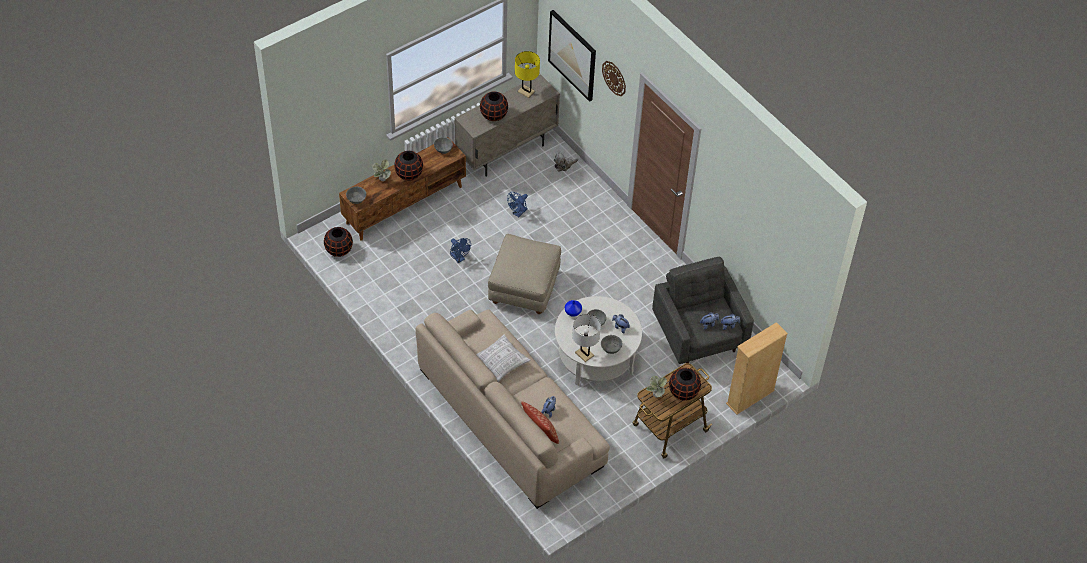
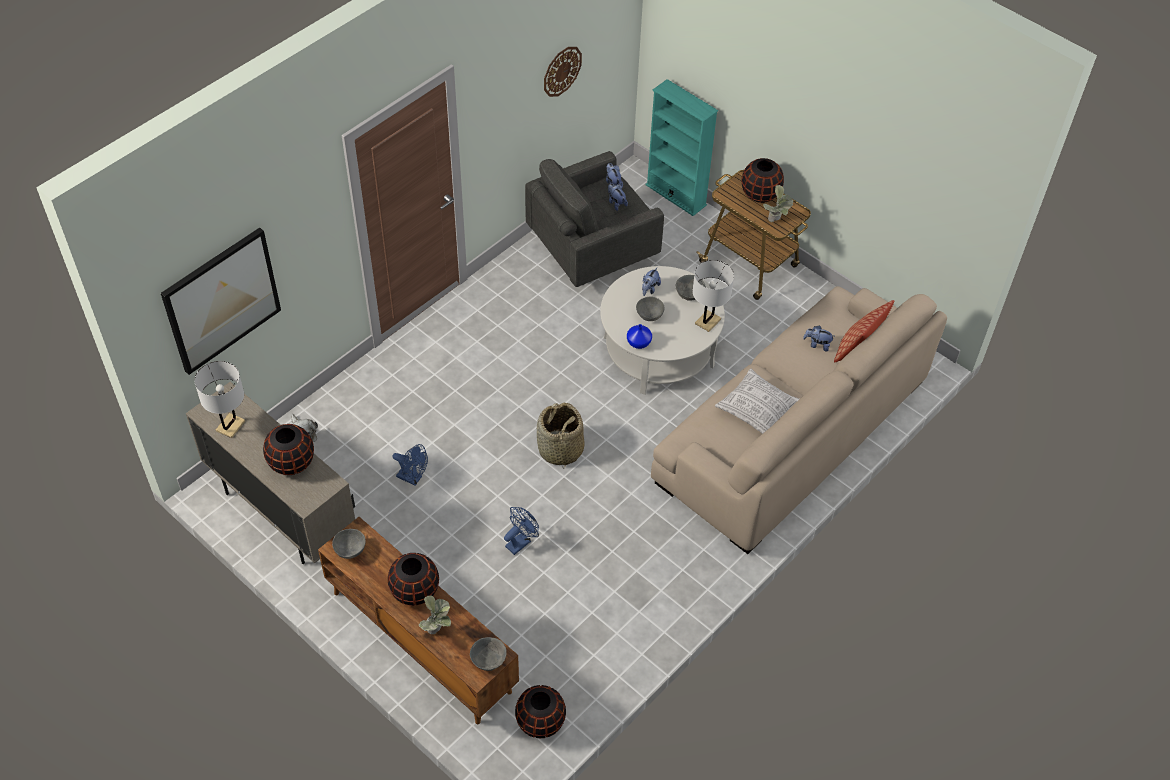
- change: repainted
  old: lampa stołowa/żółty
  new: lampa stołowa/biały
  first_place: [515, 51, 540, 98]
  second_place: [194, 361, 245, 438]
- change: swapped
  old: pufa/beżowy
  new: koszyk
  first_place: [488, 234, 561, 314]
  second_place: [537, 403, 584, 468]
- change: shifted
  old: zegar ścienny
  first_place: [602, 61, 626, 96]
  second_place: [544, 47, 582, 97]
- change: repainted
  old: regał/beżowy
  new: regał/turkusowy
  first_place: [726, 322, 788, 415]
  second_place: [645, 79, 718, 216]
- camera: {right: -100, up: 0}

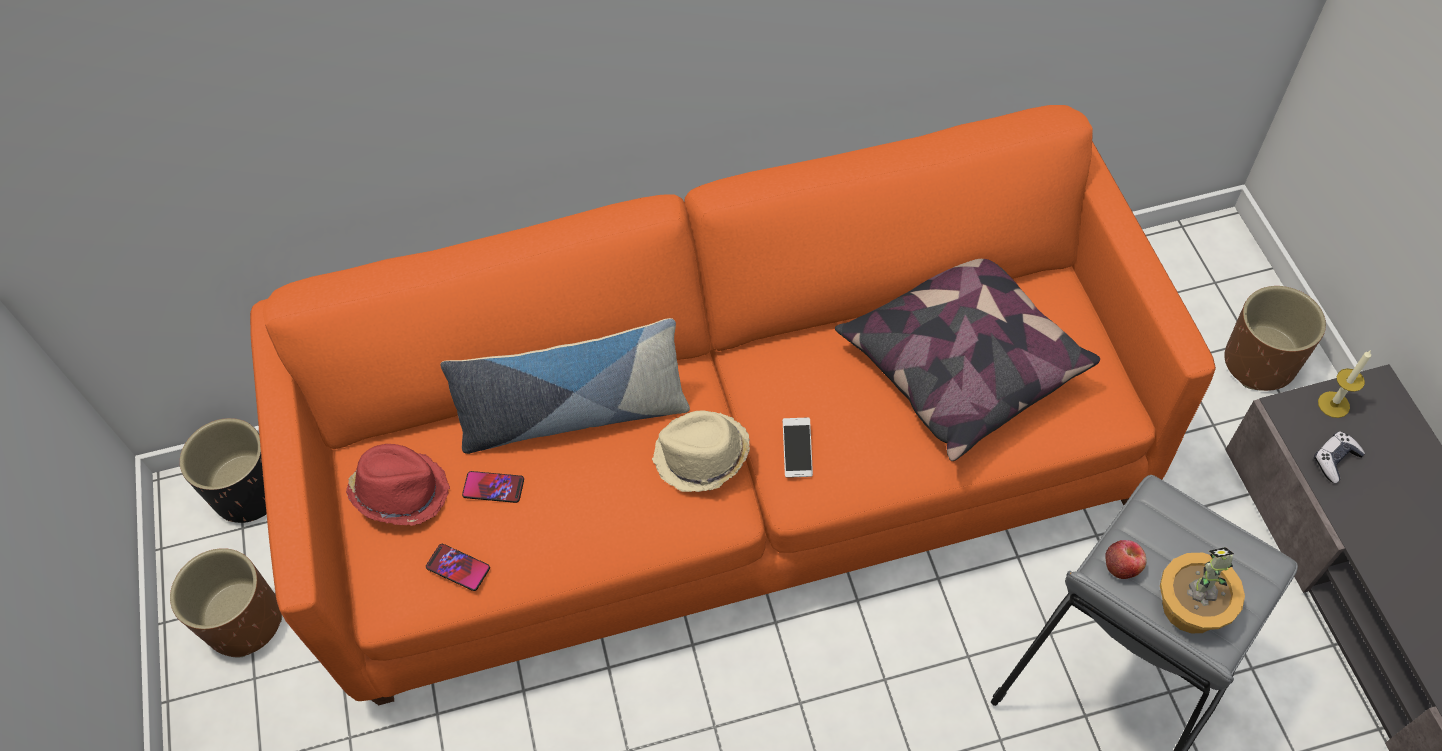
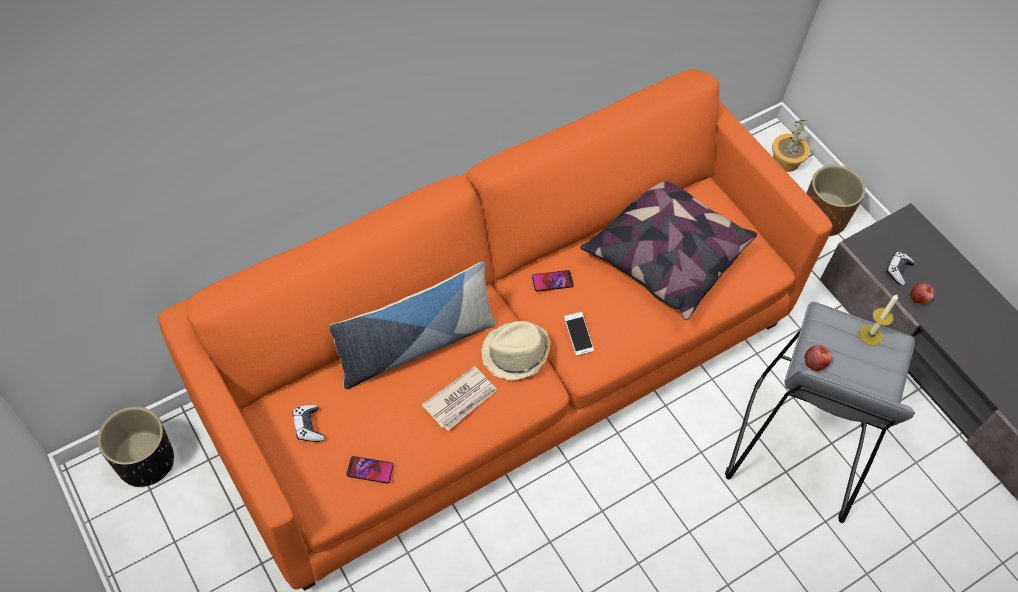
- change: swapped
  old: kapelusz/czerwony
  new: pad do gier
  first_place: [346, 444, 450, 526]
  second_place: [292, 405, 324, 442]
- change: new
  new: gazeta
  second_place: [422, 366, 497, 431]
- change: shifted
  old: telefon
  first_place: [462, 471, 524, 503]
  second_place: [532, 270, 574, 292]
- change: shifted
  old: roślina doniczkowa
  first_place: [1160, 547, 1245, 633]
  second_place: [772, 120, 810, 172]
- change: shifted
  old: świeca
  first_place: [1318, 350, 1371, 418]
  second_place: [859, 294, 898, 346]
- change: new
  new: jabłko
  second_place: [910, 283, 934, 304]
- change: gone
  old: donica/brązowy
  first_place: [170, 548, 282, 657]
- camera: {right: -25, up: 0}

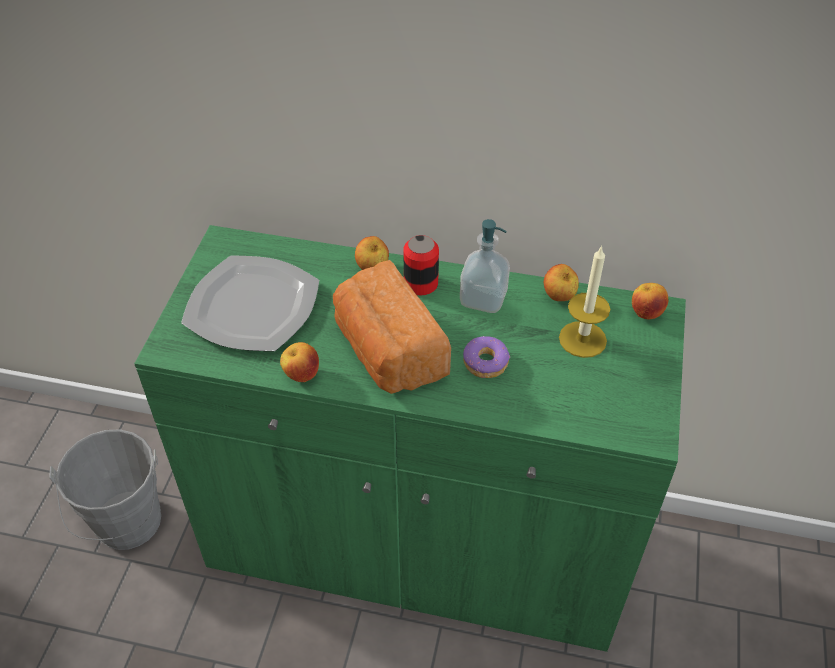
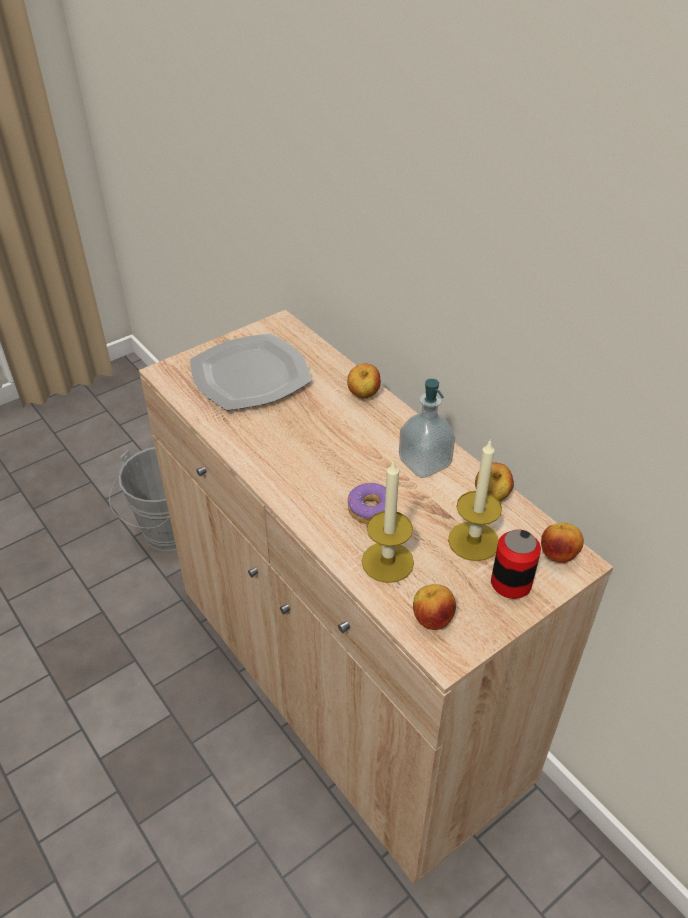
- change: repainted
  old: szafka/zielony
  new: szafka/beżowy
  first_place: [134, 225, 686, 652]
  second_place: [139, 310, 613, 885]
- change: new
  new: świeca
  second_place: [362, 460, 414, 583]
- change: shifted
  old: jabłko
  first_place: [280, 342, 319, 382]
  second_place: [413, 584, 456, 630]
- change: shifted
  old: puszka
  first_place: [403, 235, 439, 295]
  second_place: [491, 529, 541, 599]
- change: gone
  old: chleb
  first_place: [333, 260, 451, 394]
- camera: {right: 40, up: -5}

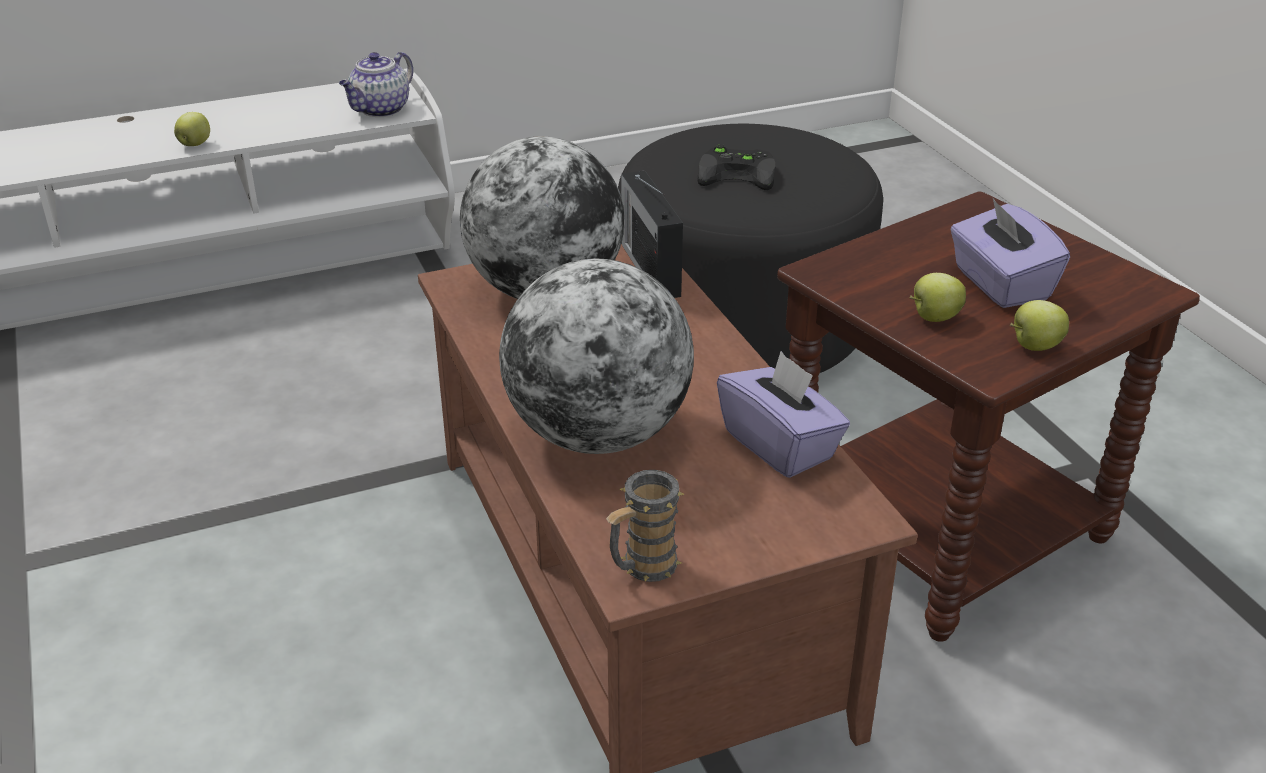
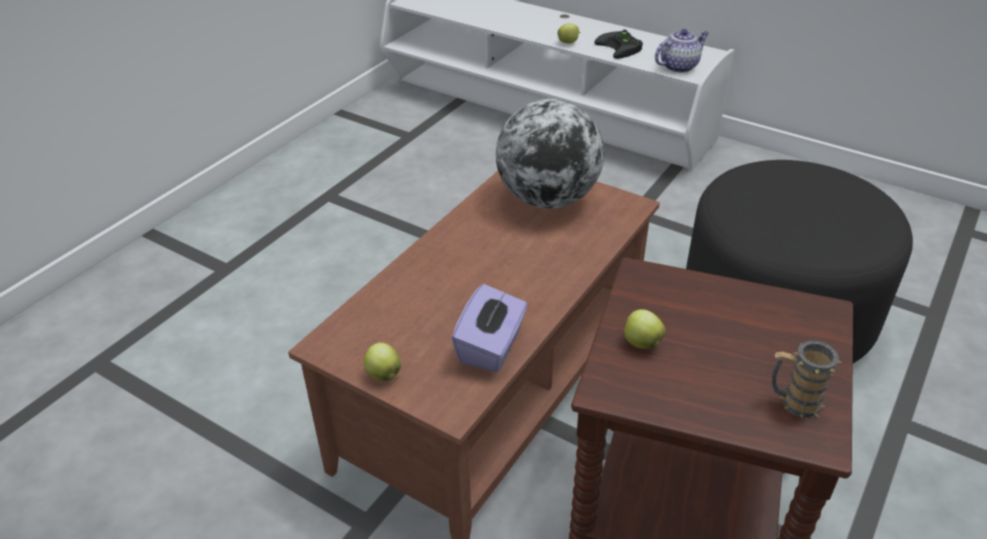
- change: shifted
  old: jabłko
  first_place: [1010, 300, 1069, 351]
  second_place: [363, 343, 401, 381]
- change: shifted
  old: pad do gier/czarny
  first_place: [698, 144, 775, 190]
  second_place: [595, 29, 643, 59]
- change: rotated
  old: imbryk
  first_place: [339, 52, 413, 117]
  second_place: [655, 29, 709, 73]
  degrees: 150
- change: shifted
  old: kubek
  first_place: [606, 470, 684, 582]
  second_place: [772, 340, 841, 418]
- change: gone
  old: globus
  first_place: [499, 259, 694, 454]
- change: gone
  old: radio
  first_place: [621, 171, 683, 298]
- change: gone
  old: pudełko chusteczek/fioletowy
  first_place: [950, 197, 1070, 308]
- camera: {right: 55, up: 5}

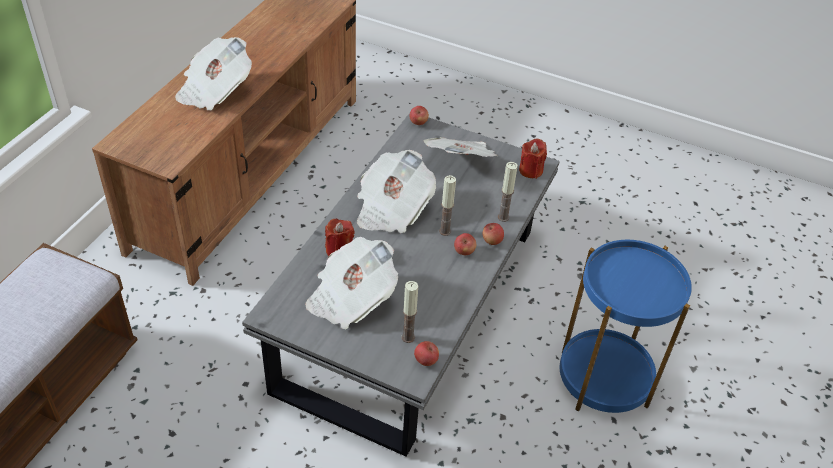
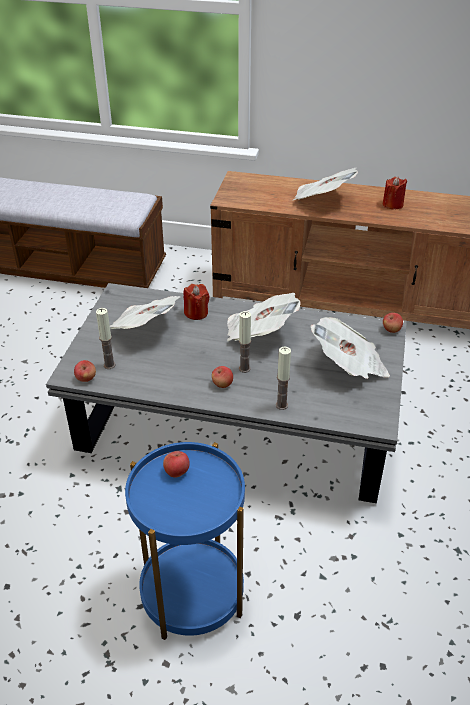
- change: shifted
  old: jabłko
  first_place: [482, 223, 504, 245]
  second_place: [163, 451, 190, 478]
- change: shifted
  old: świeca/czerwony
  first_place: [519, 139, 547, 179]
  second_place: [383, 177, 407, 209]
- camera: {right: 80, up: -5}

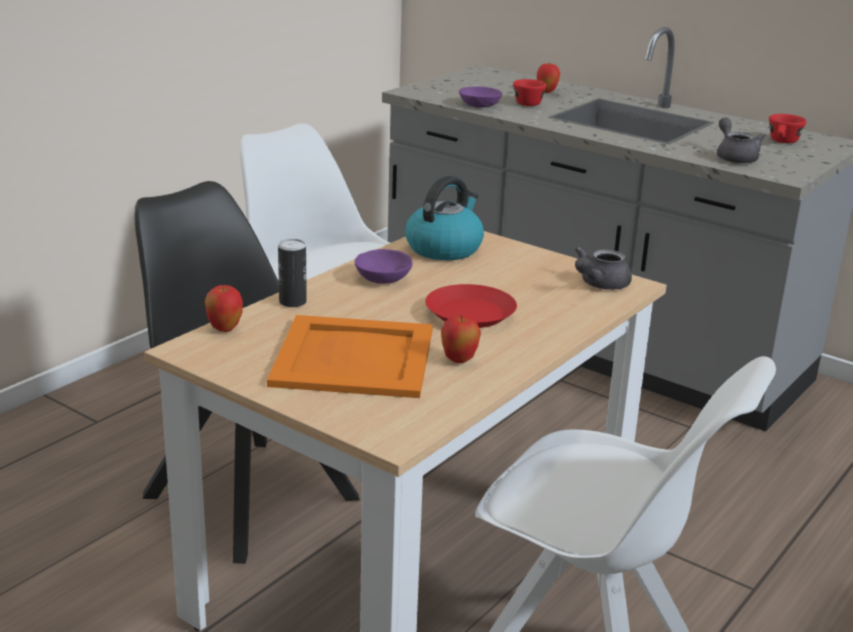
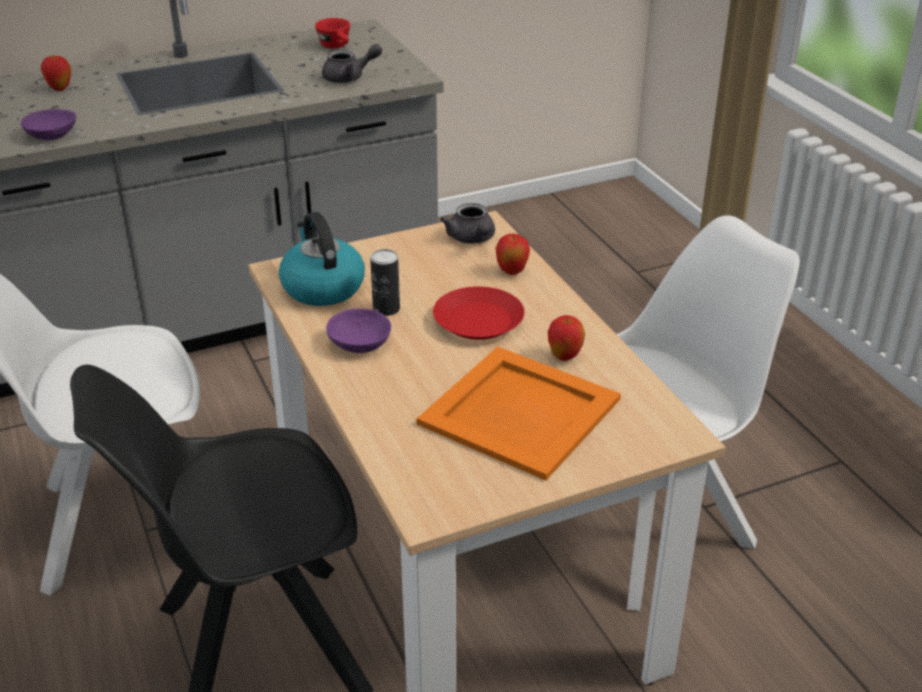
- change: rotated
  old: imbryk/szary
  first_place: [717, 117, 766, 164]
  second_place: [322, 44, 382, 83]
  degrees: 150
- change: shifted
  old: puszka
  first_place: [278, 239, 307, 307]
  second_place: [370, 249, 400, 316]
- change: shifted
  old: jabłko
  first_place: [205, 285, 243, 332]
  second_place: [495, 233, 530, 275]
- change: gone
  old: filiżanka/czerwony
  first_place: [513, 79, 547, 106]
- camera: {right: -60, up: 10}

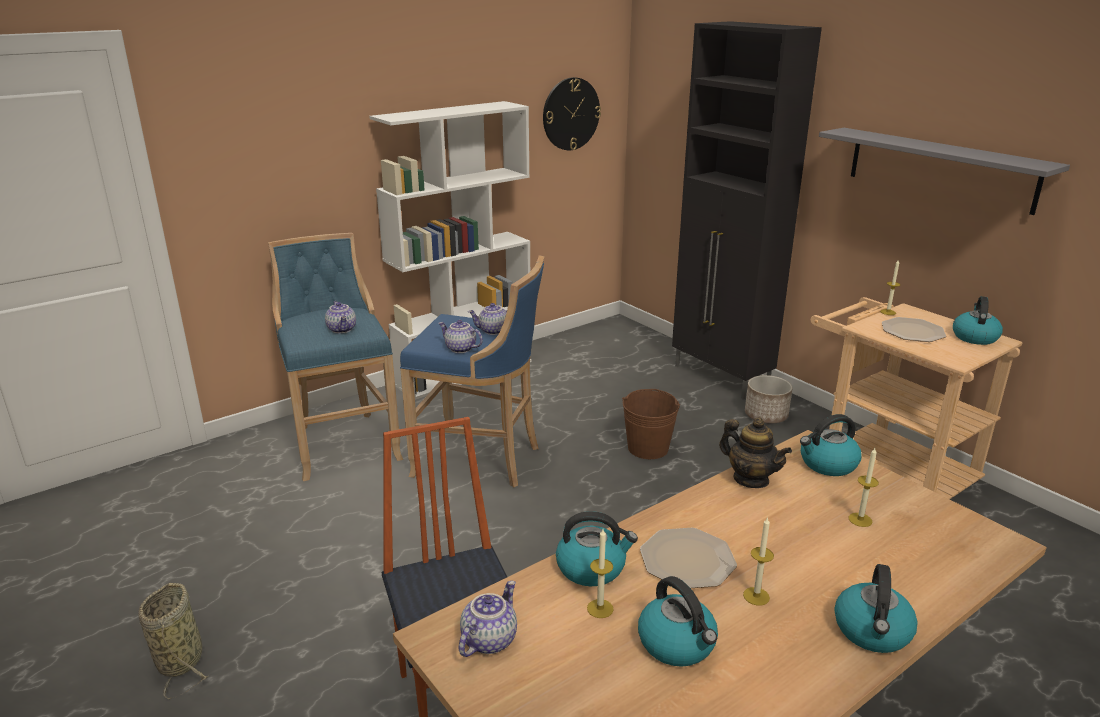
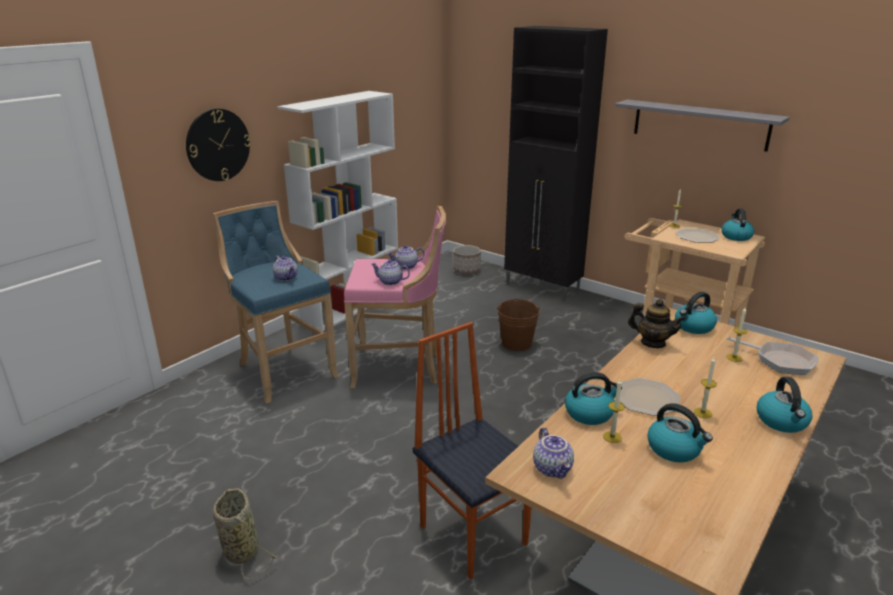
- change: shifted
  old: zegar ścienny
  first_place: [543, 77, 601, 150]
  second_place: [186, 108, 251, 181]
- change: repainted
  old: stołek/niebieski
  new: stołek/różowy
  first_place: [400, 255, 544, 488]
  second_place: [344, 206, 446, 388]
- change: shifted
  old: donica
  first_place: [745, 375, 793, 423]
  second_place: [453, 245, 481, 274]
- change: rotated
  old: imbryk
  first_place: [459, 581, 517, 657]
  second_place: [533, 427, 574, 479]
  degrees: 150
- change: new
  new: patelnia
  second_place: [727, 337, 819, 375]
- camera: {right: -15, up: 0}

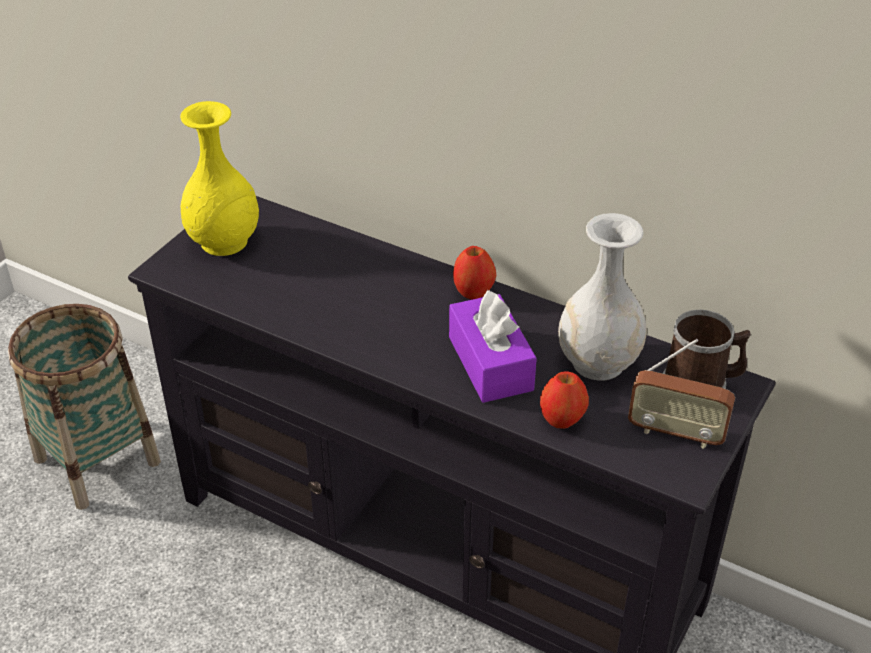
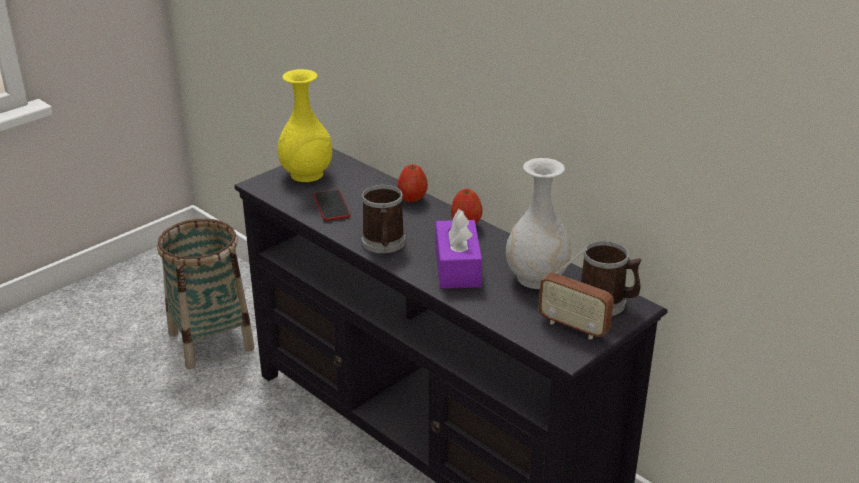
- change: new
  new: telefon
  second_place: [313, 190, 350, 221]
- change: new
  new: kubek
  second_place: [361, 185, 406, 253]
- change: shifted
  old: jabłko
  first_place: [540, 372, 589, 429]
  second_place: [398, 164, 428, 202]
- camera: {right: 15, up: -10}

